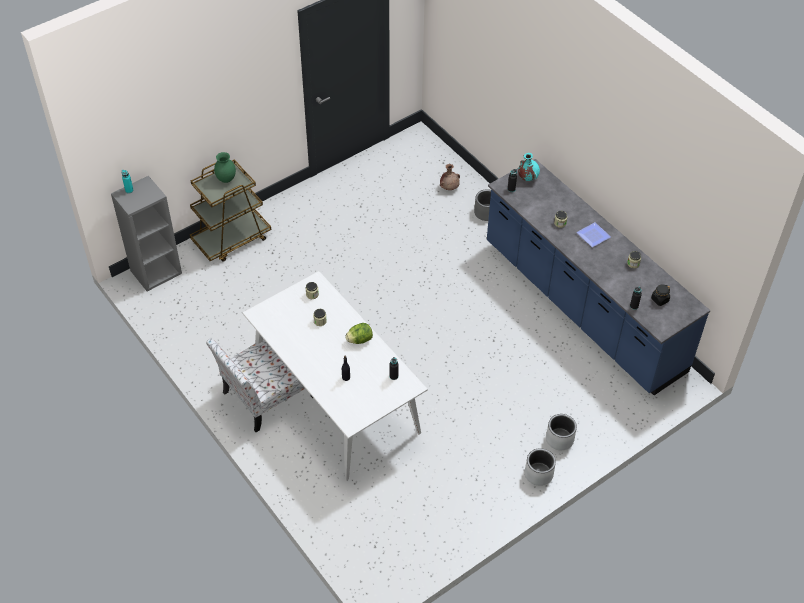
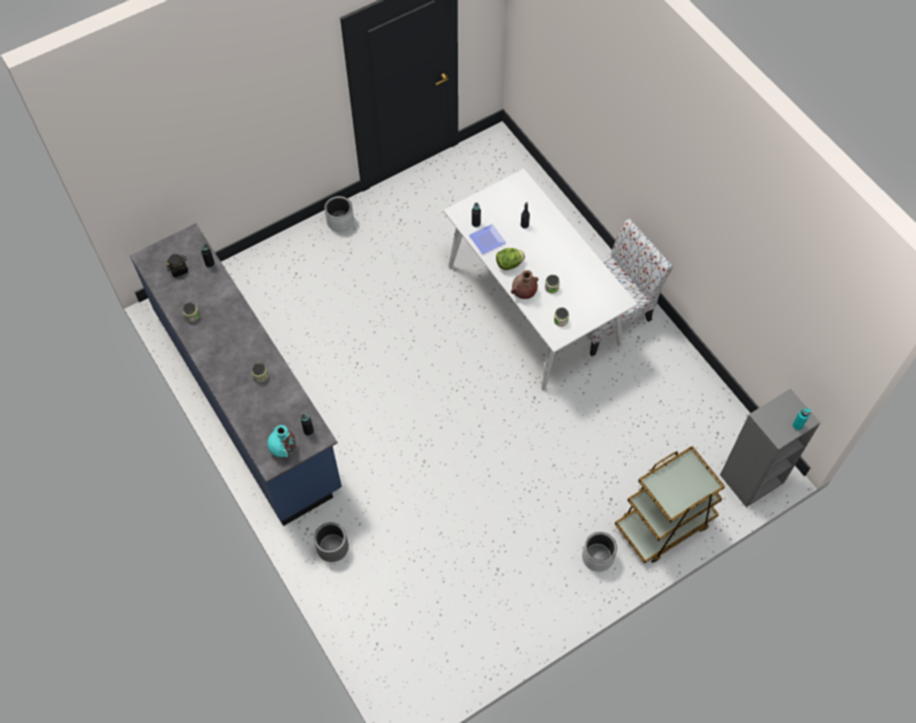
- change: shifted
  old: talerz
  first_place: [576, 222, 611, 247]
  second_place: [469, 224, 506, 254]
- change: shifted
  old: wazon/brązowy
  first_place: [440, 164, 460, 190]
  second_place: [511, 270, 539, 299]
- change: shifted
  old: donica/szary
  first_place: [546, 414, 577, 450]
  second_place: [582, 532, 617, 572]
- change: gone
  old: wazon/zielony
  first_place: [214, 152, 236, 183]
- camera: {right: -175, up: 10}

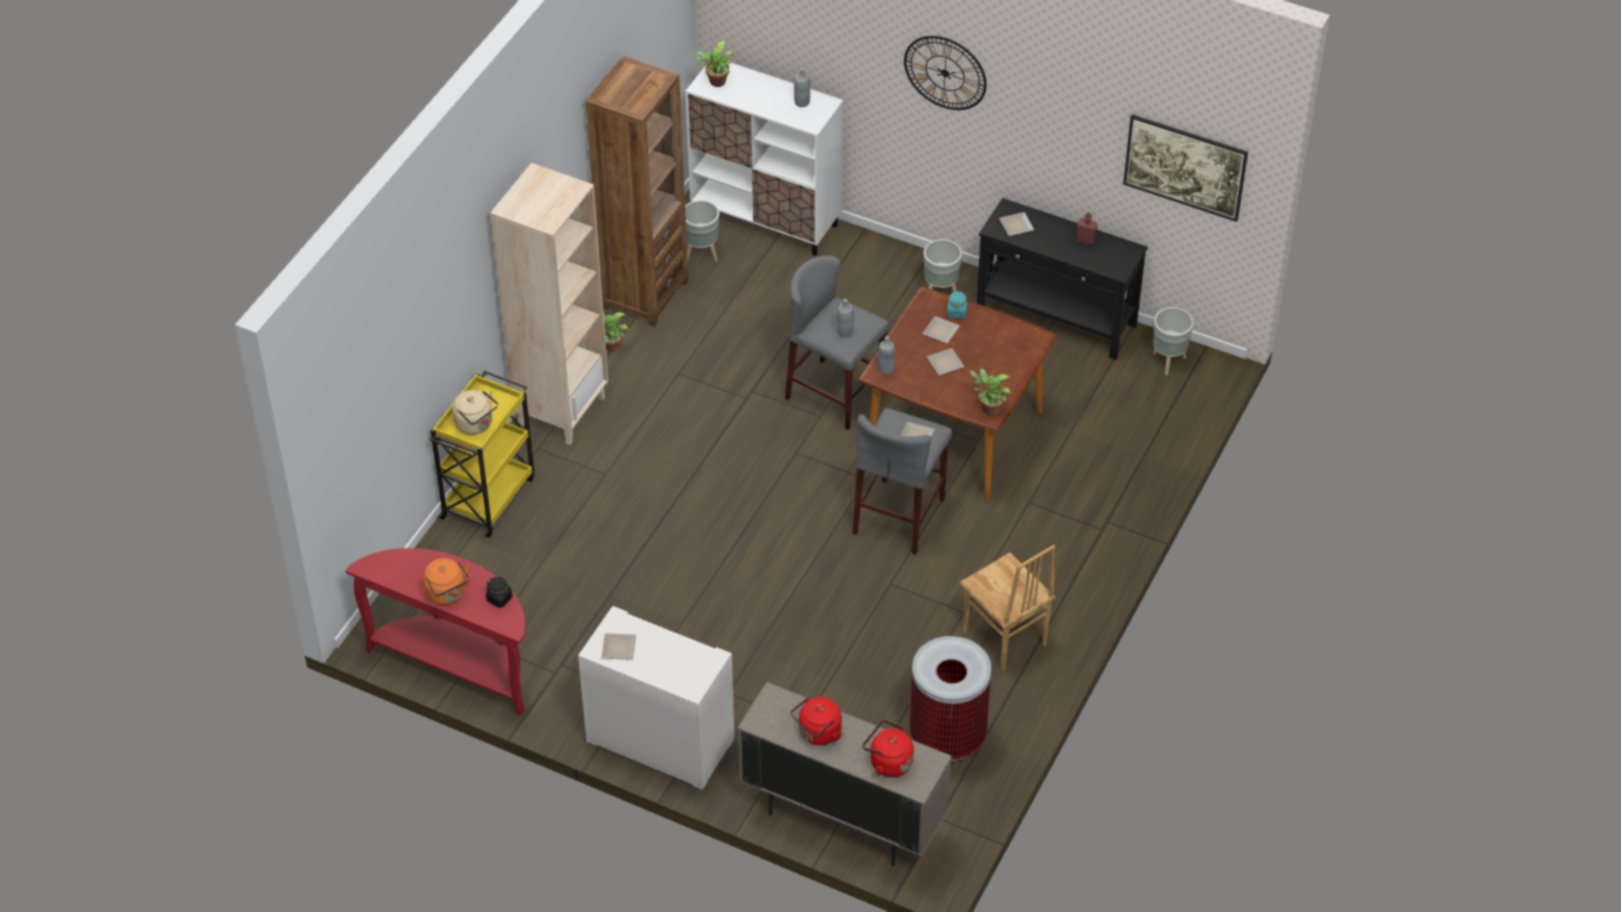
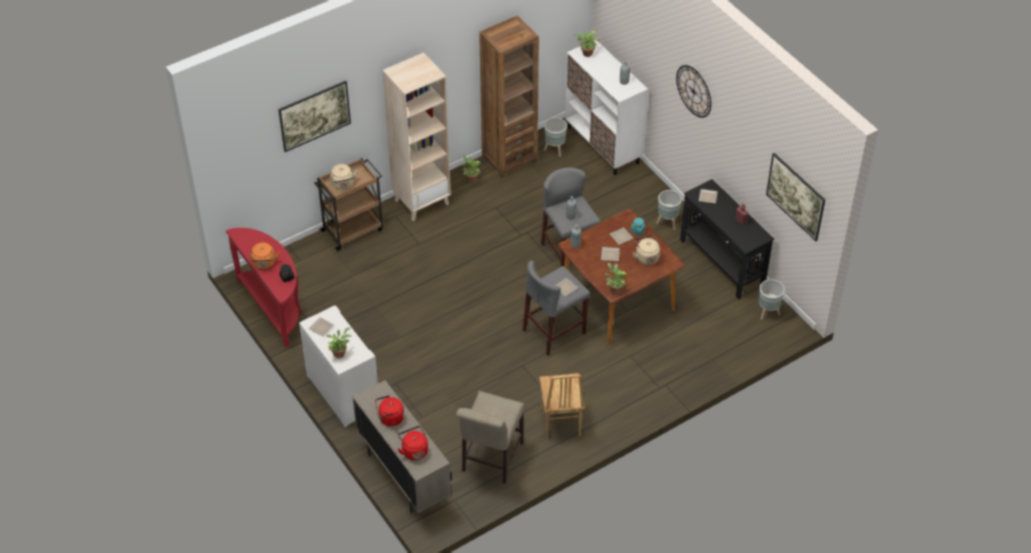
- change: new
  new: obraz
  second_place: [278, 81, 351, 152]
- change: repainted
  old: wózek/żółty
  new: wózek/brązowy
  first_place: [430, 371, 535, 538]
  second_place: [314, 158, 383, 251]
- change: new
  new: roślina doniczkowa
  second_place: [326, 327, 352, 358]
- change: swapped
  old: kosz na śmieci
  new: krzesło/beżowy
  first_place: [910, 636, 992, 762]
  second_place: [456, 391, 525, 484]
- change: new
  new: czajnik/beżowy
  second_place: [632, 235, 660, 265]
- camera: {right: 30, up: 0}

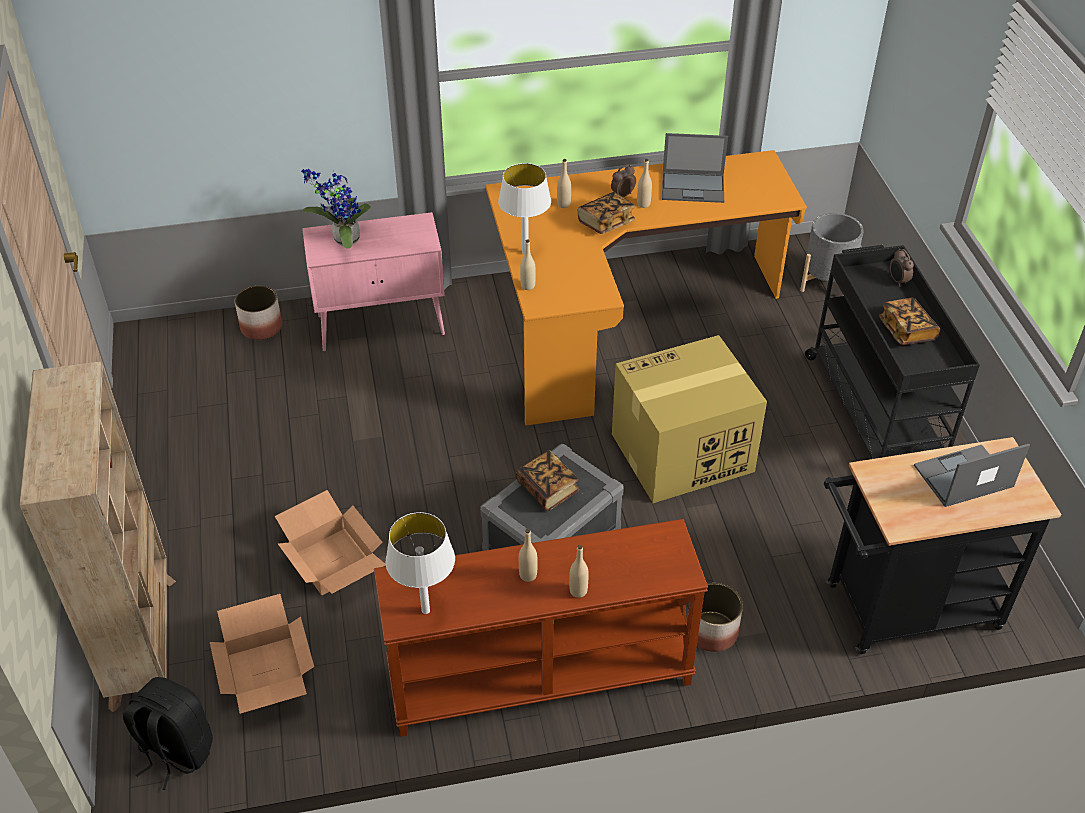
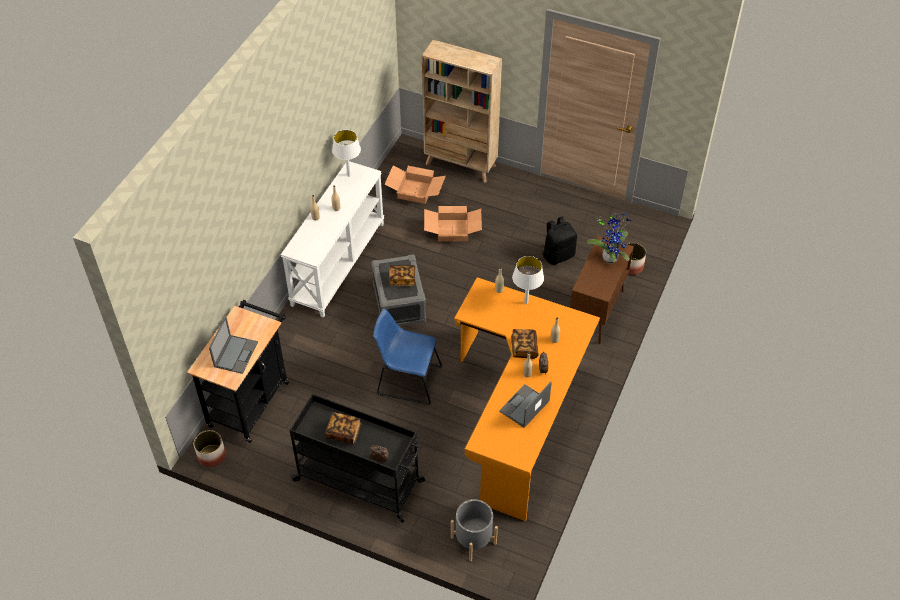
- change: shifted
  old: donica
  first_place: [687, 583, 743, 652]
  second_place: [194, 430, 226, 467]
- change: repainted
  old: stolik konsolowy/brązowy
  new: stolik konsolowy/biały
  first_place: [374, 519, 708, 737]
  second_place: [281, 161, 385, 318]
- change: swapped
  old: karton
  new: krzesło/niebieski
  first_place: [612, 335, 767, 503]
  second_place: [373, 309, 443, 405]
- change: shifted
  old: plecak/czarny
  first_place: [123, 677, 213, 790]
  second_place: [542, 216, 577, 265]
- change: repainted
  old: szafka/różowy
  new: szafka/brązowy
  first_place: [302, 212, 445, 351]
  second_place: [570, 236, 634, 344]
- camera: {right: 125, up: 5}

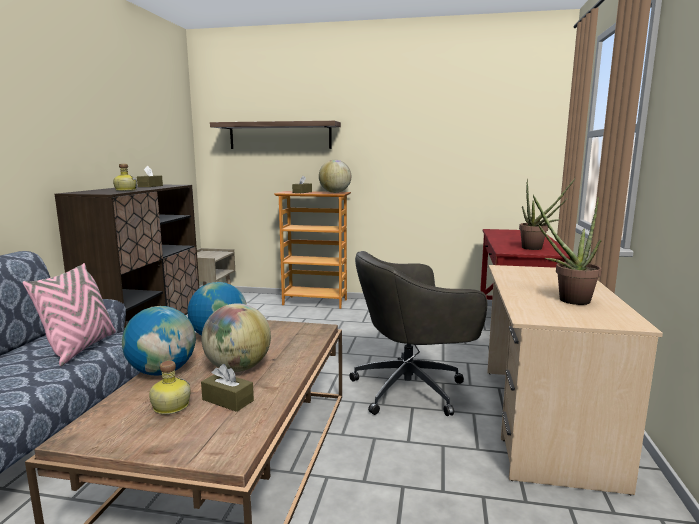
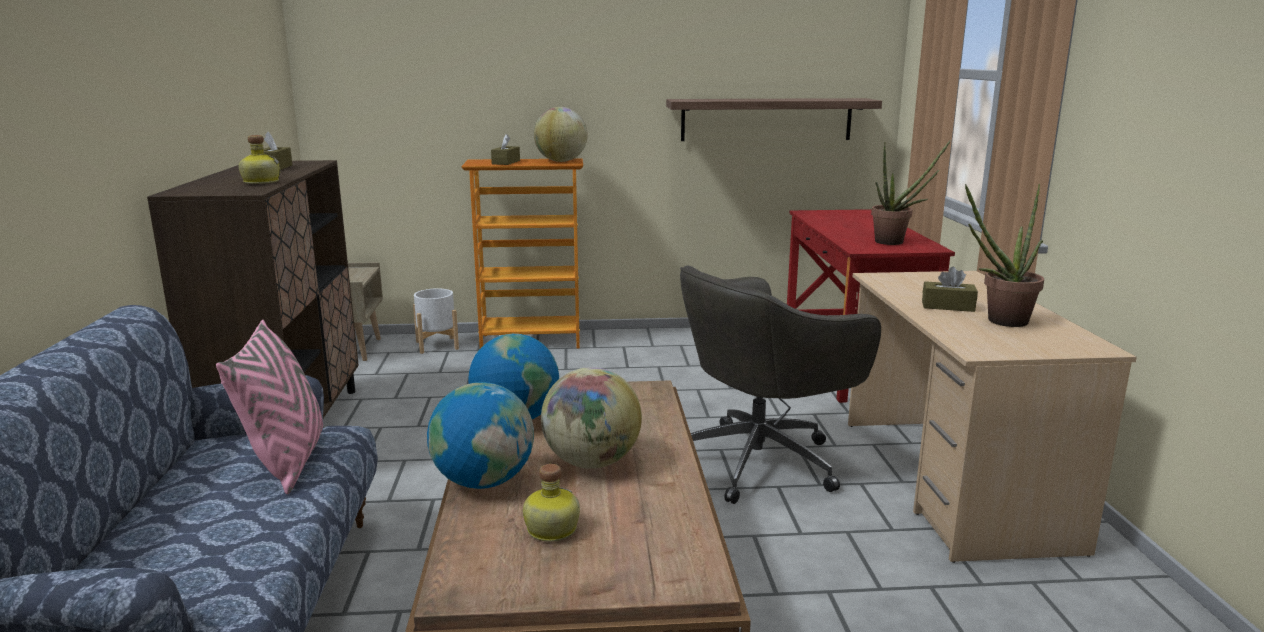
- change: new
  new: donica/biały
  second_place: [413, 288, 459, 354]
- change: shifted
  old: półka
  first_place: [210, 121, 341, 149]
  second_place: [666, 98, 882, 141]
- change: shifted
  old: pudełko chusteczek/brązowy
  first_place: [201, 364, 254, 412]
  second_place: [922, 267, 978, 312]
- camera: {right: -15, up: 5}

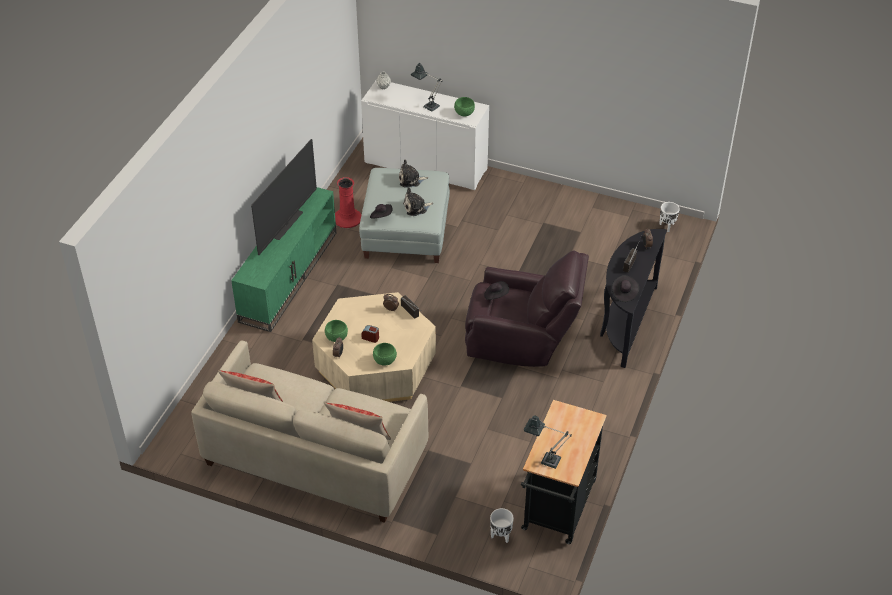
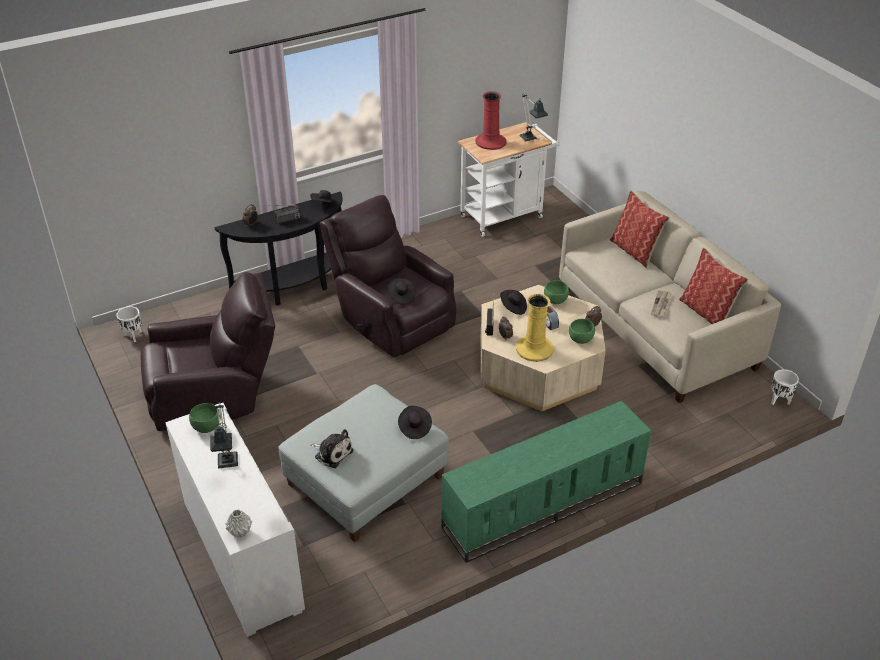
- change: new
  new: fotel/brązowy
  second_place: [141, 272, 275, 431]
- change: repainted
  old: wózek/czarny
  new: wózek/biały
  first_place: [521, 400, 607, 544]
  second_place: [458, 122, 560, 237]
- change: shifted
  old: wazon/czerwony
  first_place: [335, 177, 361, 228]
  second_place: [475, 91, 507, 150]
- change: new
  new: kapelusz/czarny
  second_place: [500, 290, 527, 315]
- change: new
  new: wazon/żółty
  second_place: [516, 294, 554, 362]
- change: new
  new: gazeta
  second_place: [651, 290, 672, 317]
- change: shifted
  old: donica/biały
  first_place: [490, 508, 514, 543]
  second_place: [771, 369, 799, 405]
- change: gone
  old: telewizor
  first_place: [251, 139, 317, 255]
- change: gone
  old: pluszak
  first_place: [403, 188, 433, 216]
- camera: {right: -140, up: -5}

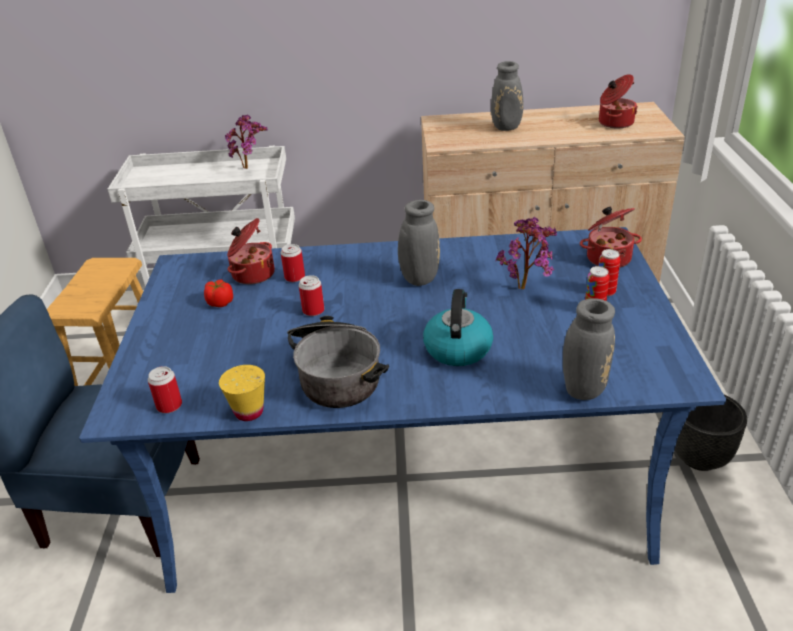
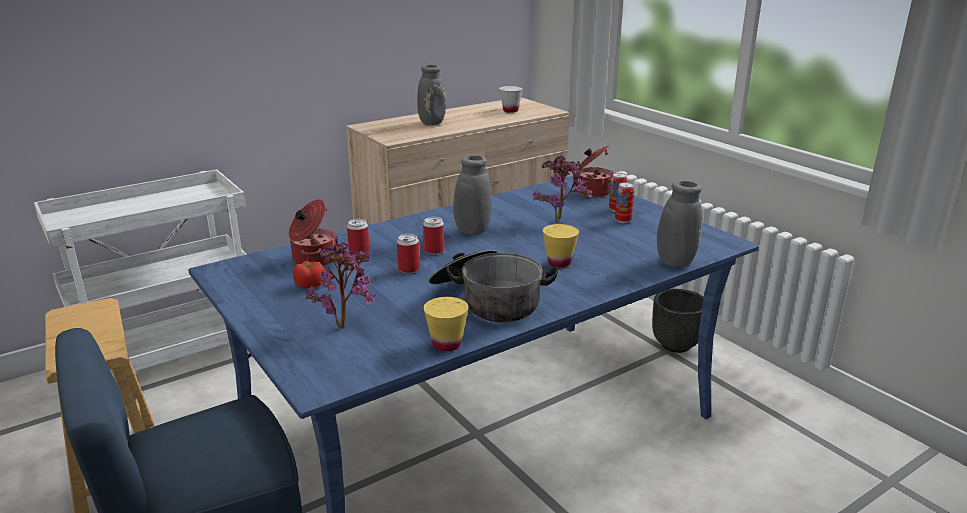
- change: shifted
  old: roślina doniczkowa
  first_place: [225, 114, 268, 169]
  second_place: [305, 242, 376, 327]
- change: shifted
  old: puszka
  first_place: [148, 366, 182, 413]
  second_place: [423, 217, 444, 254]
- change: swapped
  old: garnek
  new: filiżanka/biały
  first_place: [599, 74, 638, 128]
  second_place: [499, 86, 523, 113]
- change: swapped
  old: czajnik
  new: filiżanka/żółty
  first_place: [423, 289, 493, 366]
  second_place: [543, 224, 579, 267]
- camera: {right: -35, up: -10}

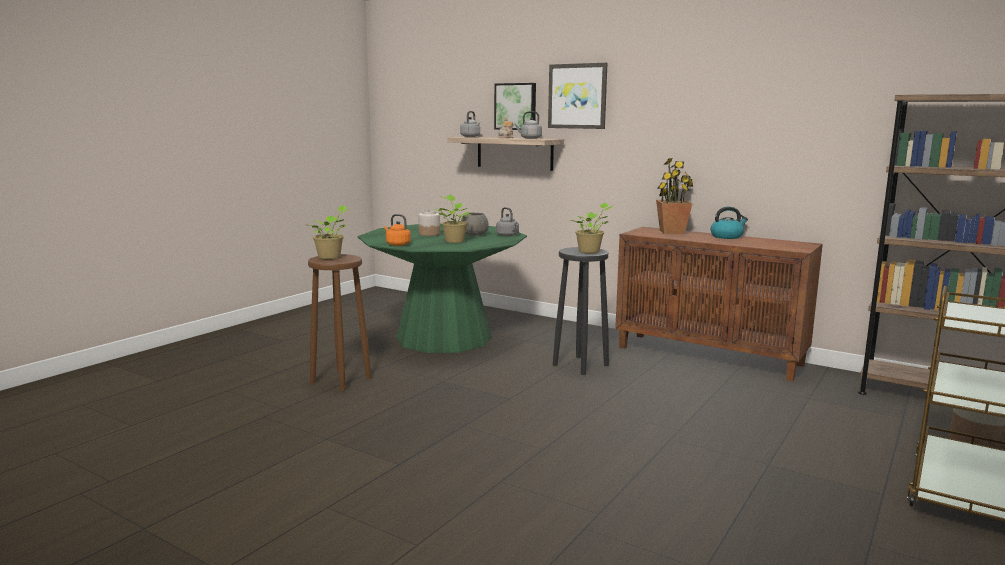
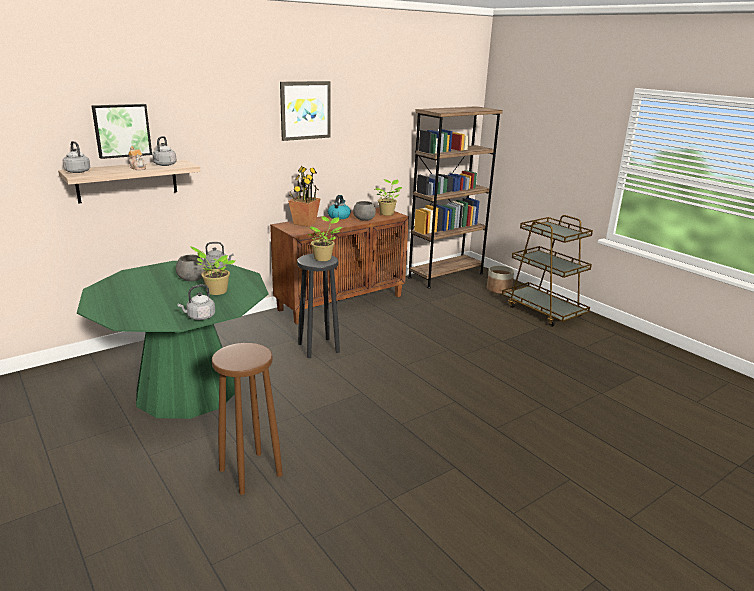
- change: repainted
  old: czajnik/pomarańczowy
  new: czajnik/szary
  first_place: [384, 214, 411, 246]
  second_place: [178, 284, 215, 320]
- change: shifted
  old: obraz
  first_place: [548, 63, 607, 129]
  second_place: [280, 81, 331, 141]
- change: new
  new: miska/szary
  second_place: [353, 201, 376, 221]
- change: shifted
  old: roślina doniczkowa
  first_place: [308, 205, 350, 259]
  second_place: [375, 179, 402, 216]
- change: gone
  old: słoik
  first_place: [418, 210, 440, 236]
- camera: {right: -70, up: 10}

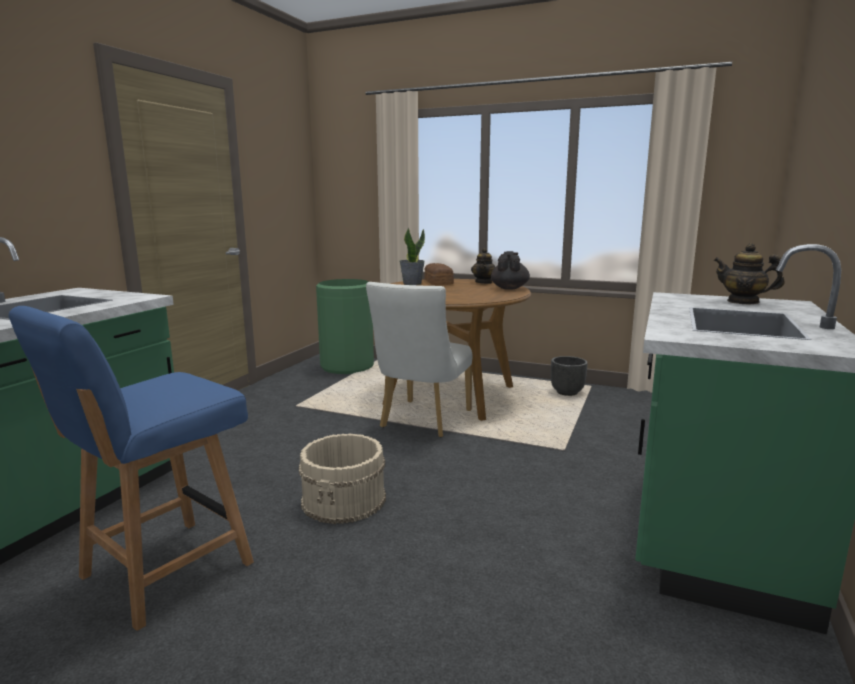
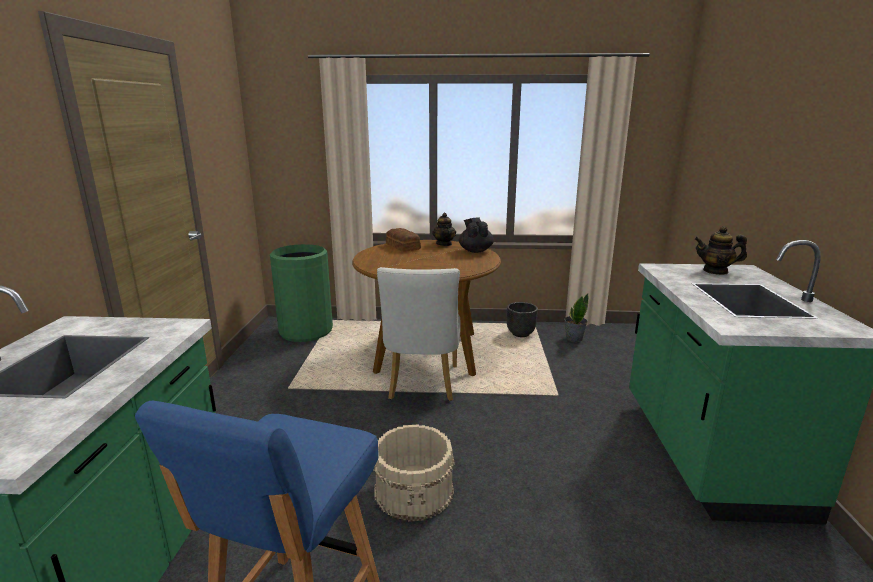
- change: shifted
  old: roślina doniczkowa
  first_place: [399, 228, 425, 285]
  second_place: [564, 293, 589, 342]
- camera: {right: -20, up: 5}

